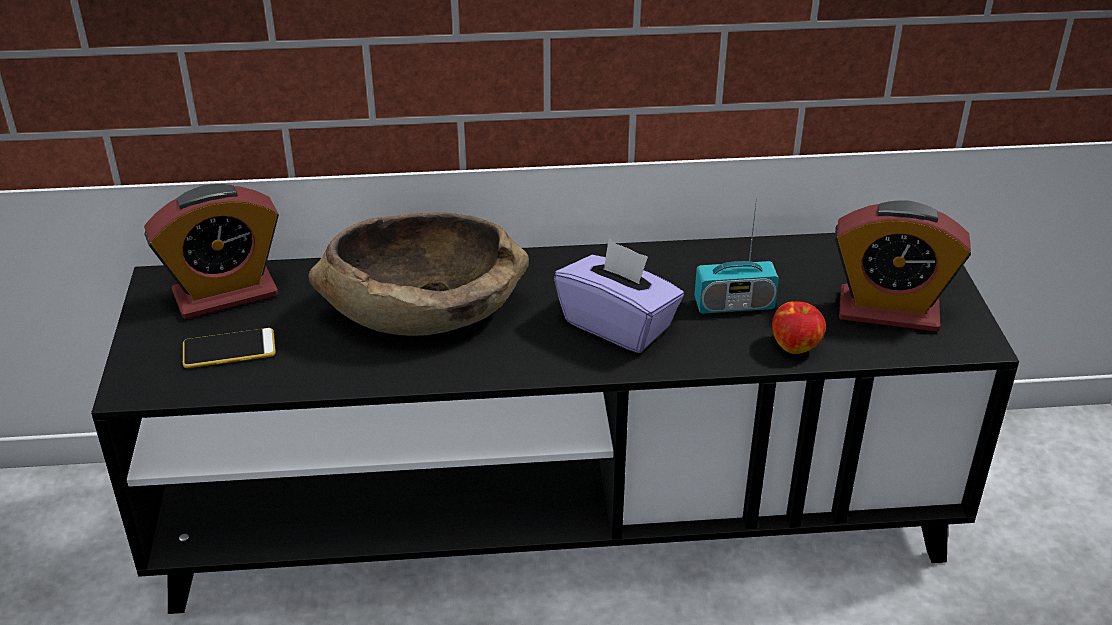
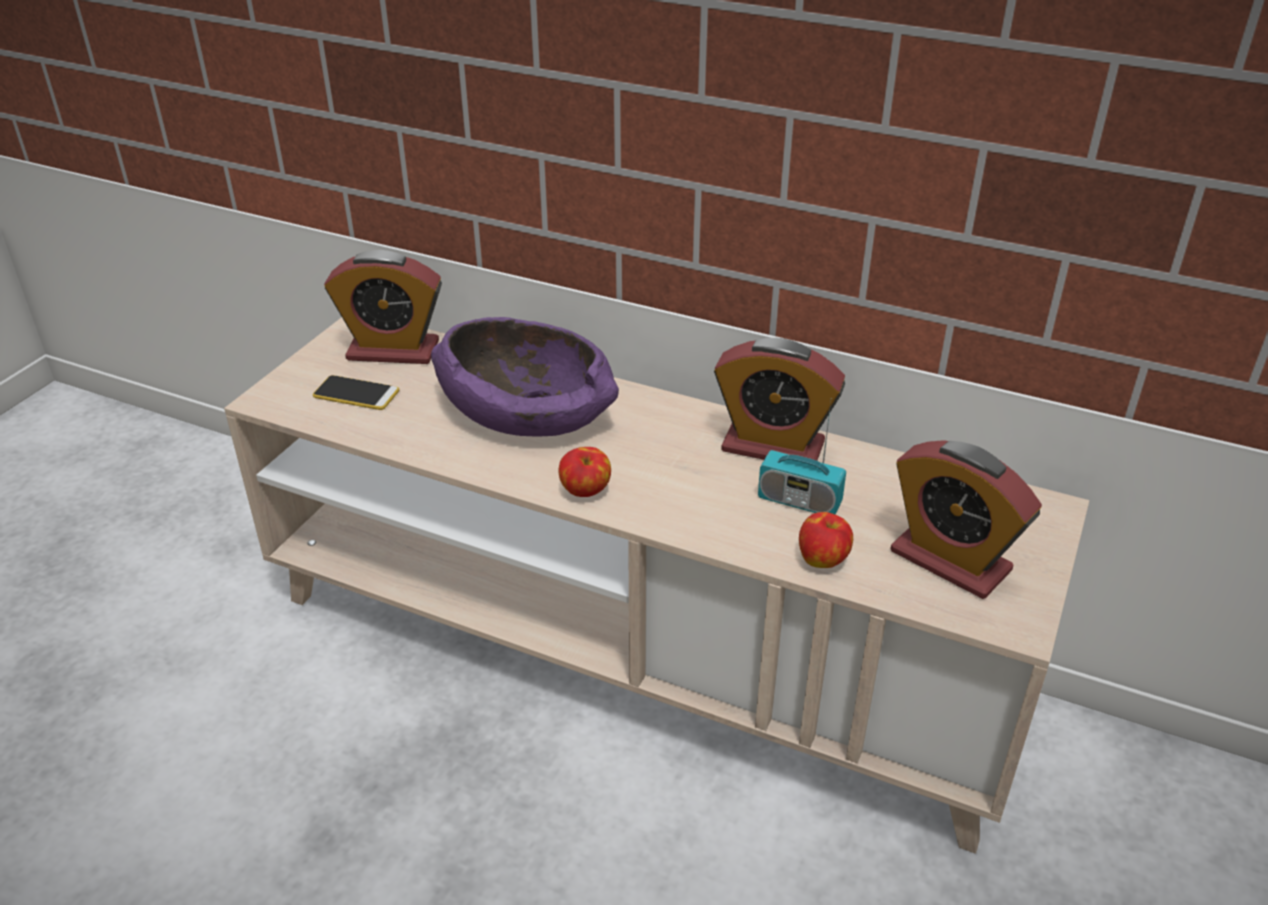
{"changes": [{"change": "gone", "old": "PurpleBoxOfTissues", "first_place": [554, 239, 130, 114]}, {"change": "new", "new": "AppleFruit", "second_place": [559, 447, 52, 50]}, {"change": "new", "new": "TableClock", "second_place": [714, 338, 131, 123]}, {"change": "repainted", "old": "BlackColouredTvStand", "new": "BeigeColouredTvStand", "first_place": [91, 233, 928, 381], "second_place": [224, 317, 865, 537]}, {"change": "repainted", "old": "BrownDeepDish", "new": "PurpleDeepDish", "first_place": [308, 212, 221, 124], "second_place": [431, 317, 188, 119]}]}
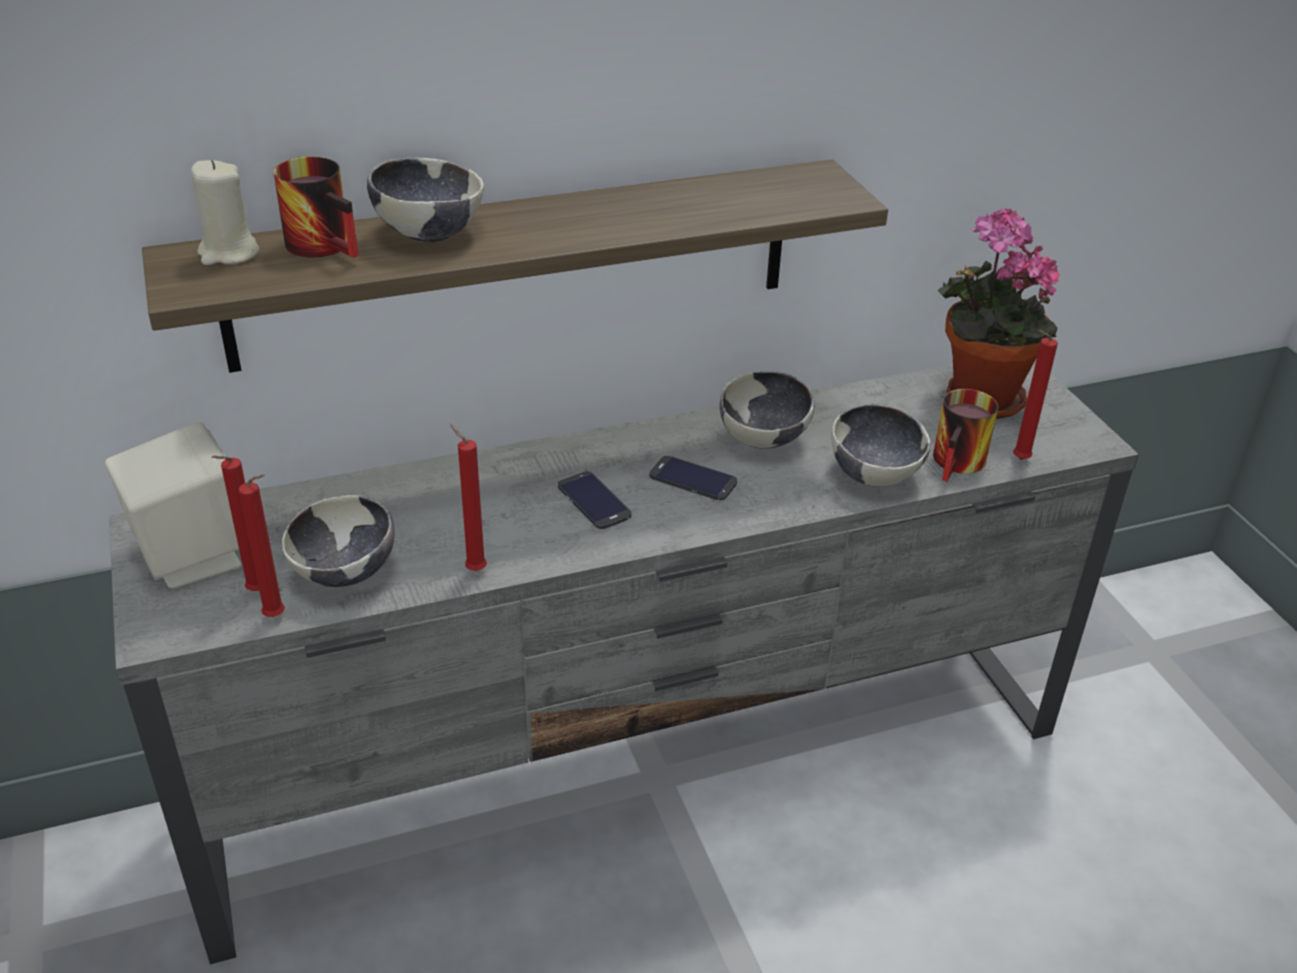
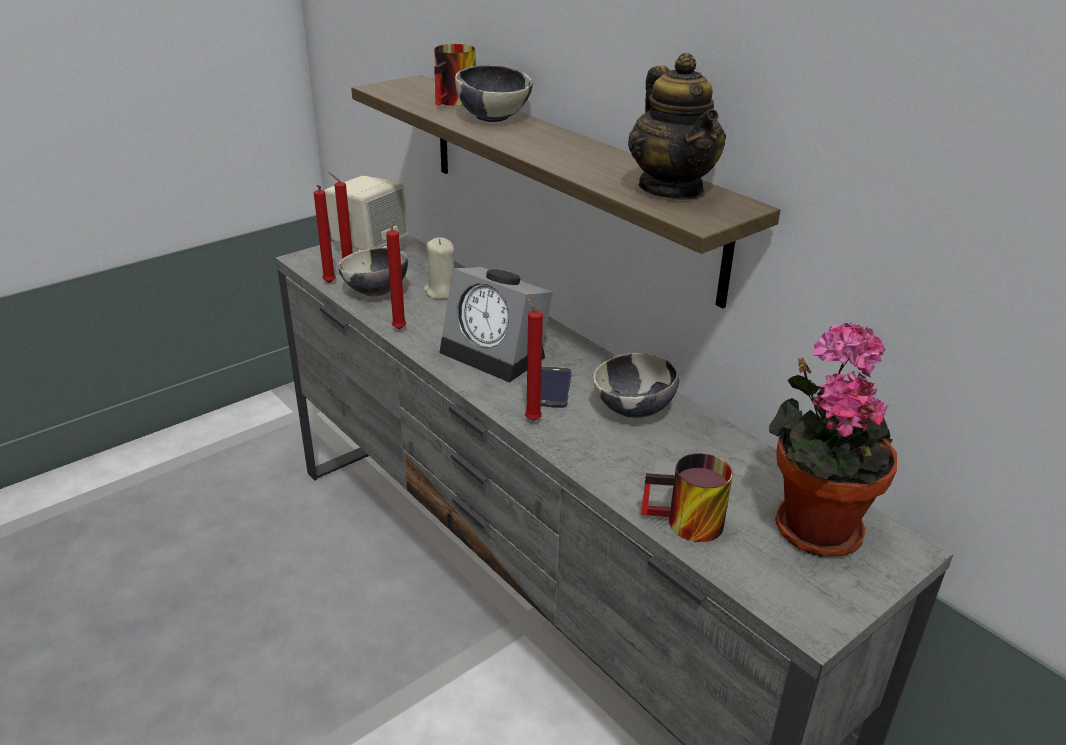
{"changes": [{"change": "gone", "old": "DeepDish", "first_place": [832, 404, 99, 83]}, {"change": "new", "new": "Teapot", "second_place": [628, 53, 98, 147]}, {"change": "shifted", "old": "BeigeColouredWaxLight", "first_place": [191, 160, 68, 105], "second_place": [423, 237, 31, 62]}, {"change": "shifted", "old": "ReddishWaxLight", "first_place": [1013, 330, 45, 130], "second_place": [525, 295, 18, 126]}, {"change": "swapped", "old": "Telephone", "new": "TableClock", "first_place": [558, 471, 74, 58], "second_place": [439, 267, 114, 116]}]}
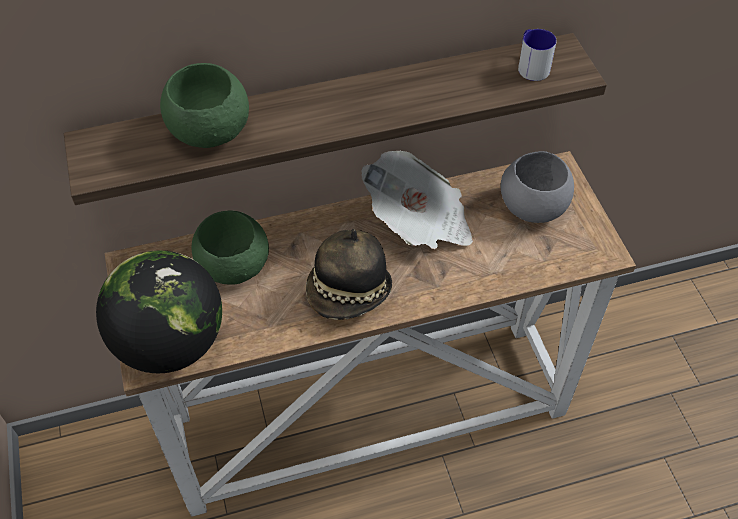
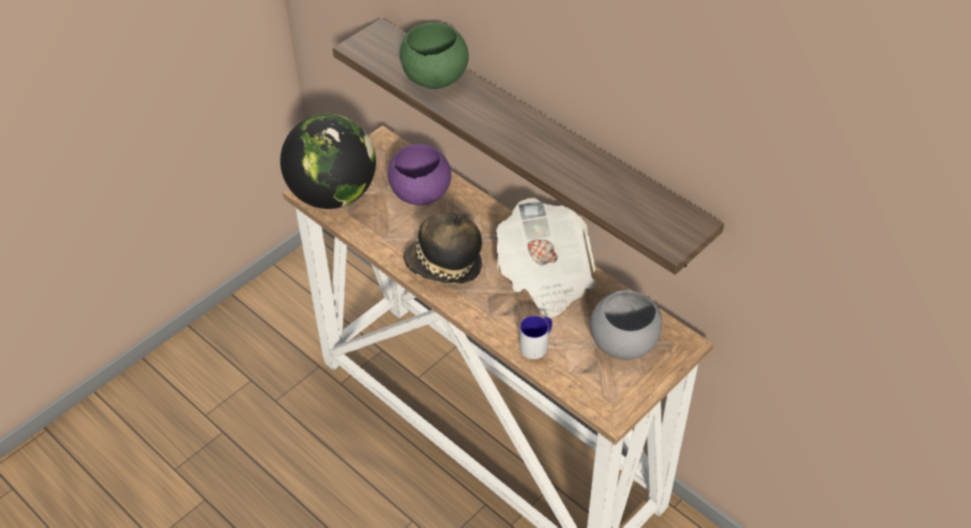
{"changes": [{"change": "shifted", "old": "CoffeeMug", "first_place": [518, 29, 39, 52], "second_place": [520, 316, 32, 43]}, {"change": "repainted", "old": "GreenishDeepDish", "new": "PurpleDeepDish", "first_place": [192, 210, 77, 75], "second_place": [388, 144, 63, 61]}]}
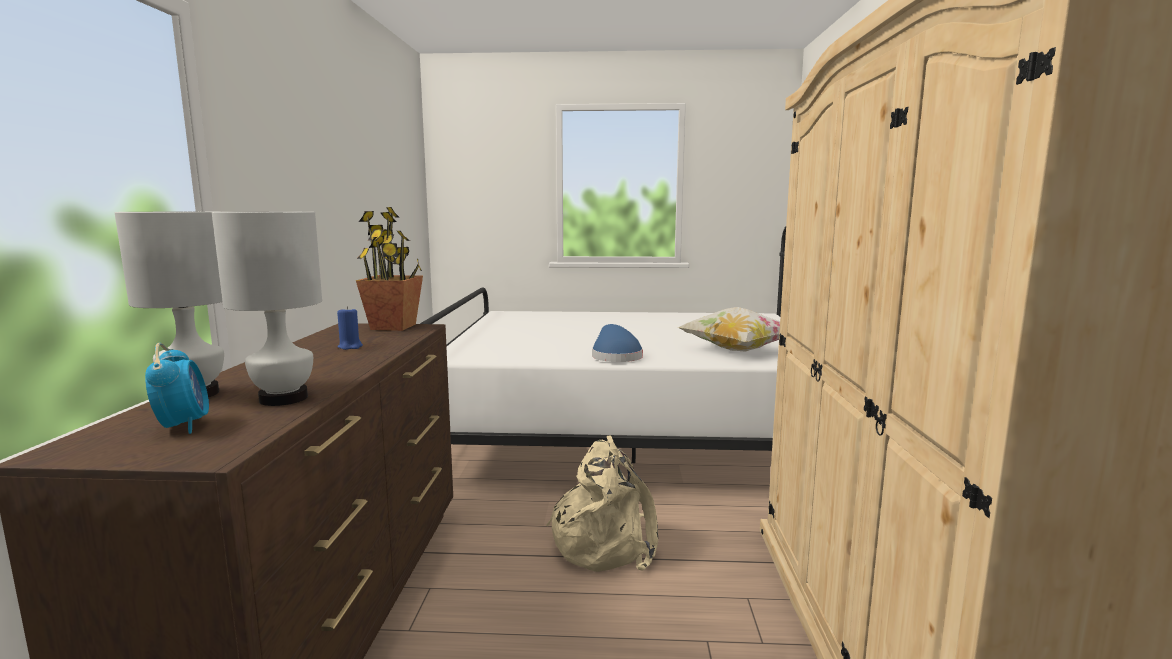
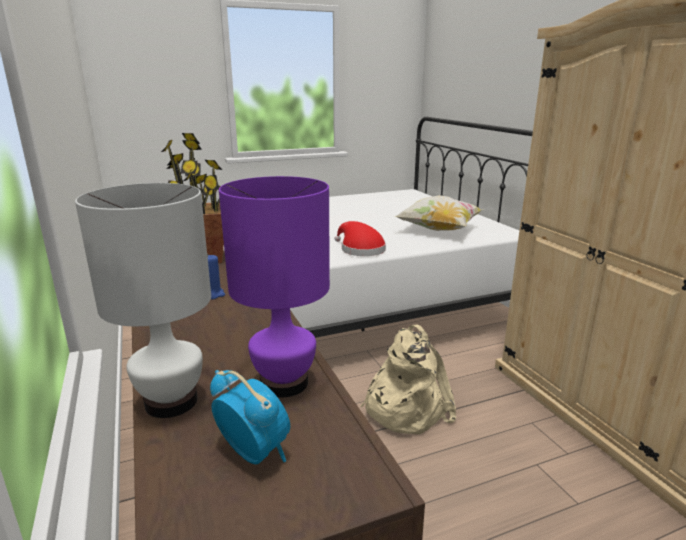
{"changes": [{"change": "repainted", "old": "WhiteColouredTableLamp", "new": "PurpleTableLamp", "first_place": [212, 212, 110, 194], "second_place": [219, 176, 111, 221]}, {"change": "repainted", "old": "BluishWearableHat", "new": "ReddishWearableHat", "first_place": [592, 324, 51, 38], "second_place": [335, 221, 51, 35]}]}
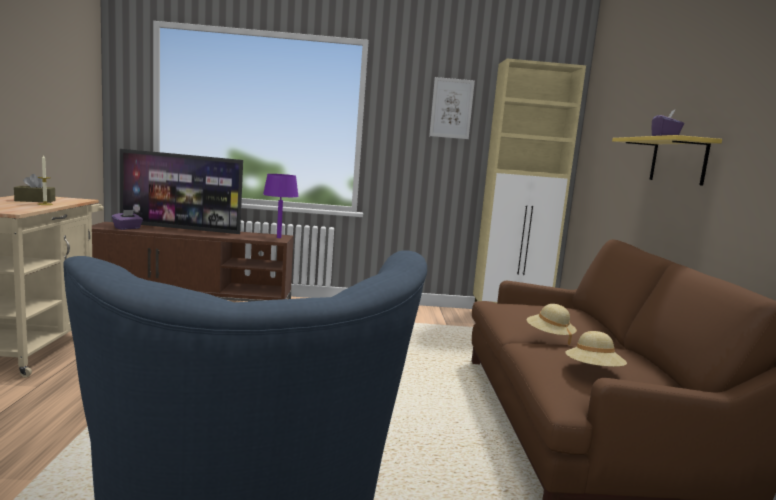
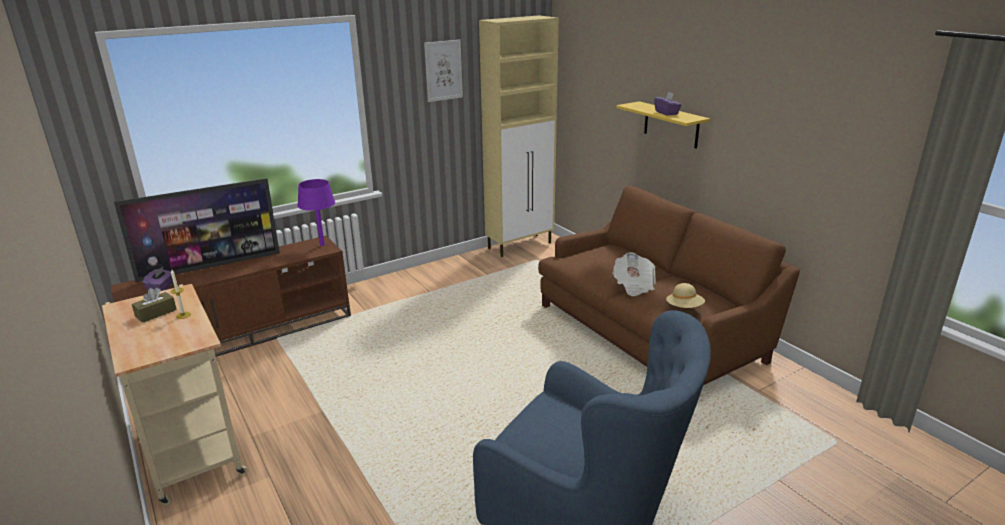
{"changes": [{"change": "swapped", "old": "BeigeColouredWearableHat", "new": "Newspaper", "first_place": [526, 304, 51, 41], "second_place": [613, 252, 43, 44]}]}
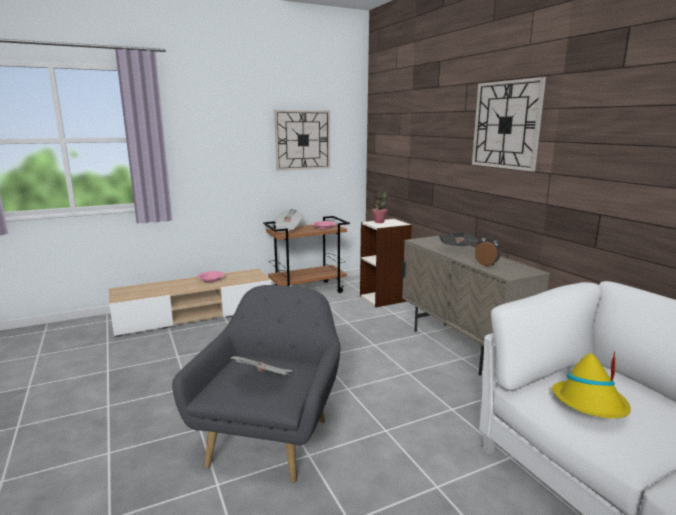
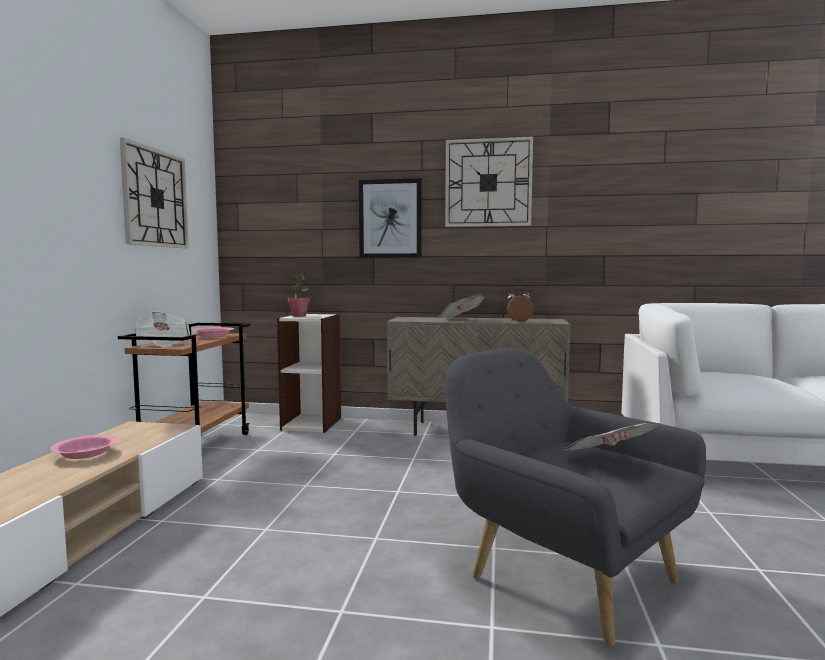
{"changes": [{"change": "gone", "old": "YellowishWearableHat", "first_place": [552, 351, 79, 67]}, {"change": "new", "new": "WallArt", "second_place": [359, 178, 63, 80]}]}
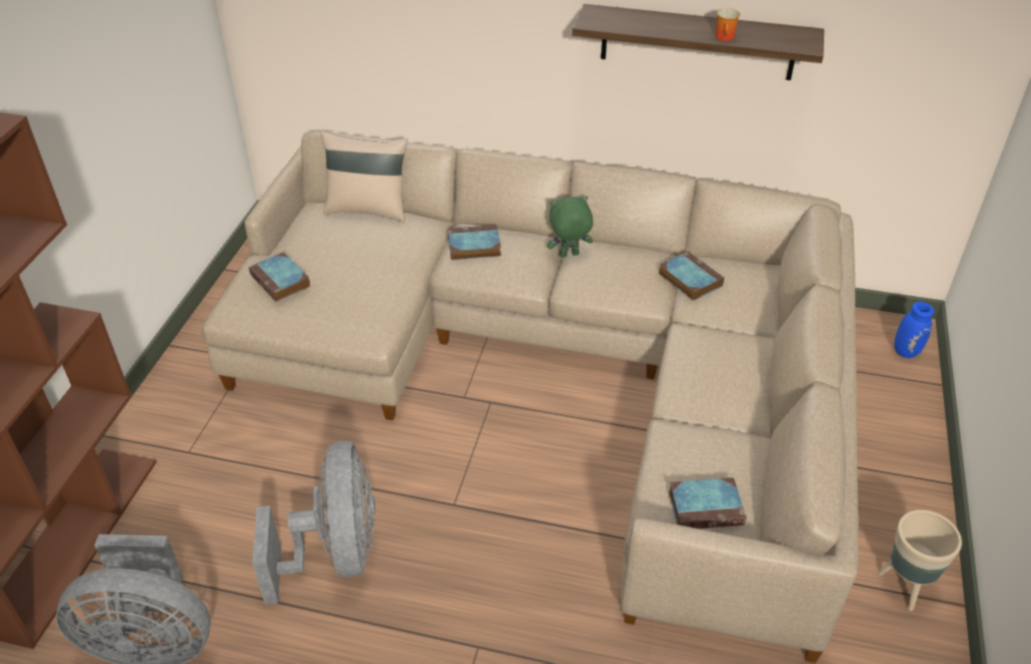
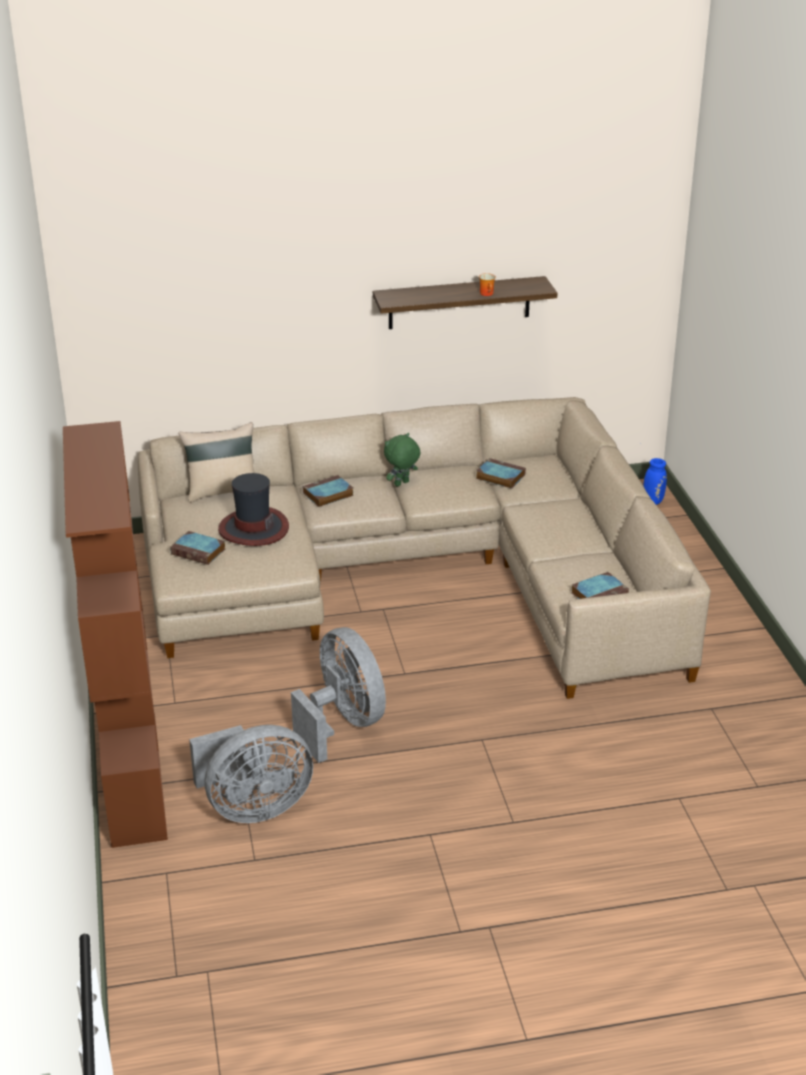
{"changes": [{"change": "gone", "old": "BeigeColouredPlantPot", "first_place": [878, 510, 84, 101]}, {"change": "new", "new": "WearableHat", "second_place": [218, 473, 71, 73]}]}
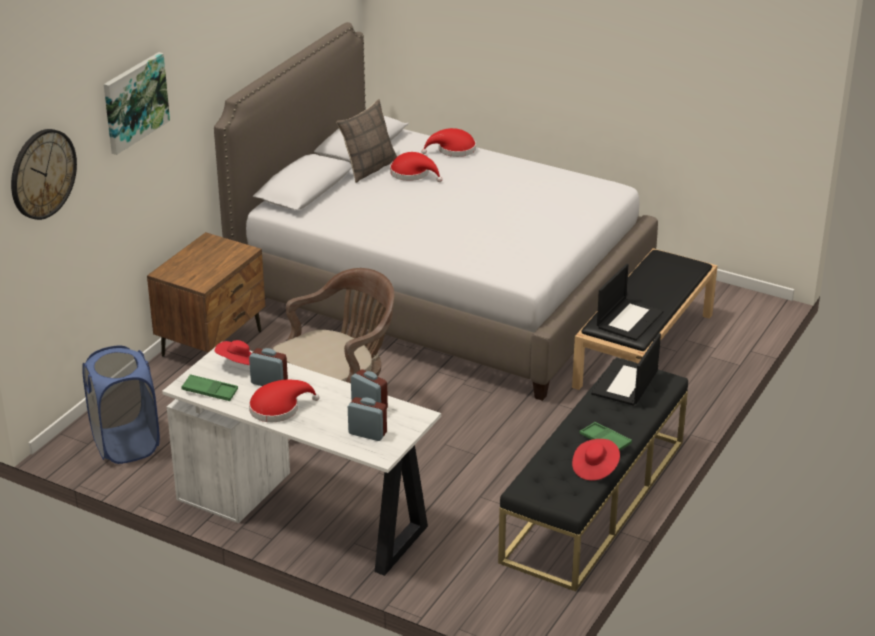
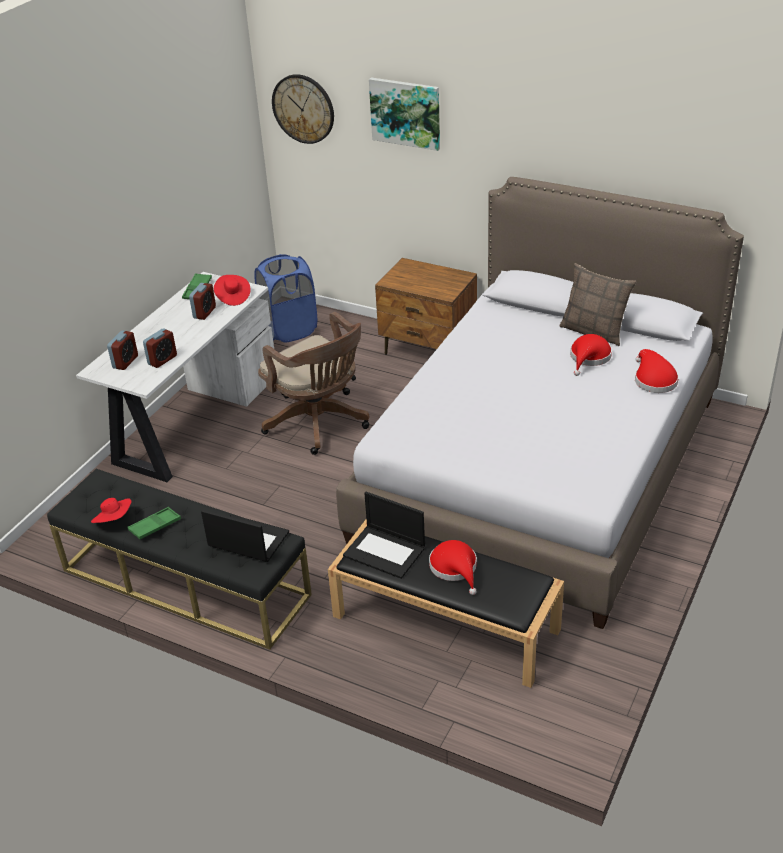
{"changes": [{"change": "shifted", "old": "ReddishWearableHat", "first_place": [249, 379, 71, 43], "second_place": [429, 540, 48, 55]}]}
